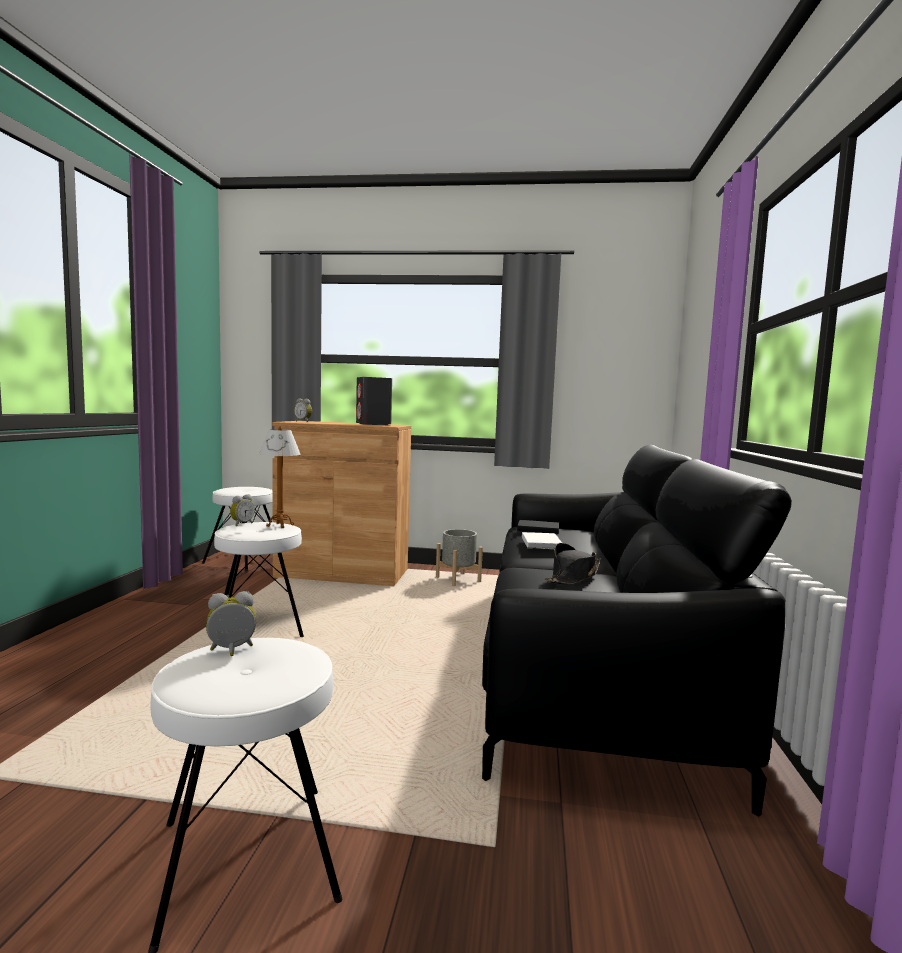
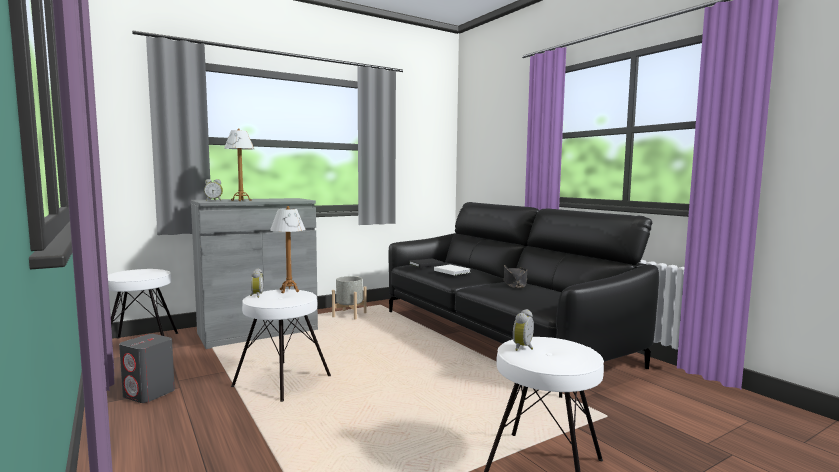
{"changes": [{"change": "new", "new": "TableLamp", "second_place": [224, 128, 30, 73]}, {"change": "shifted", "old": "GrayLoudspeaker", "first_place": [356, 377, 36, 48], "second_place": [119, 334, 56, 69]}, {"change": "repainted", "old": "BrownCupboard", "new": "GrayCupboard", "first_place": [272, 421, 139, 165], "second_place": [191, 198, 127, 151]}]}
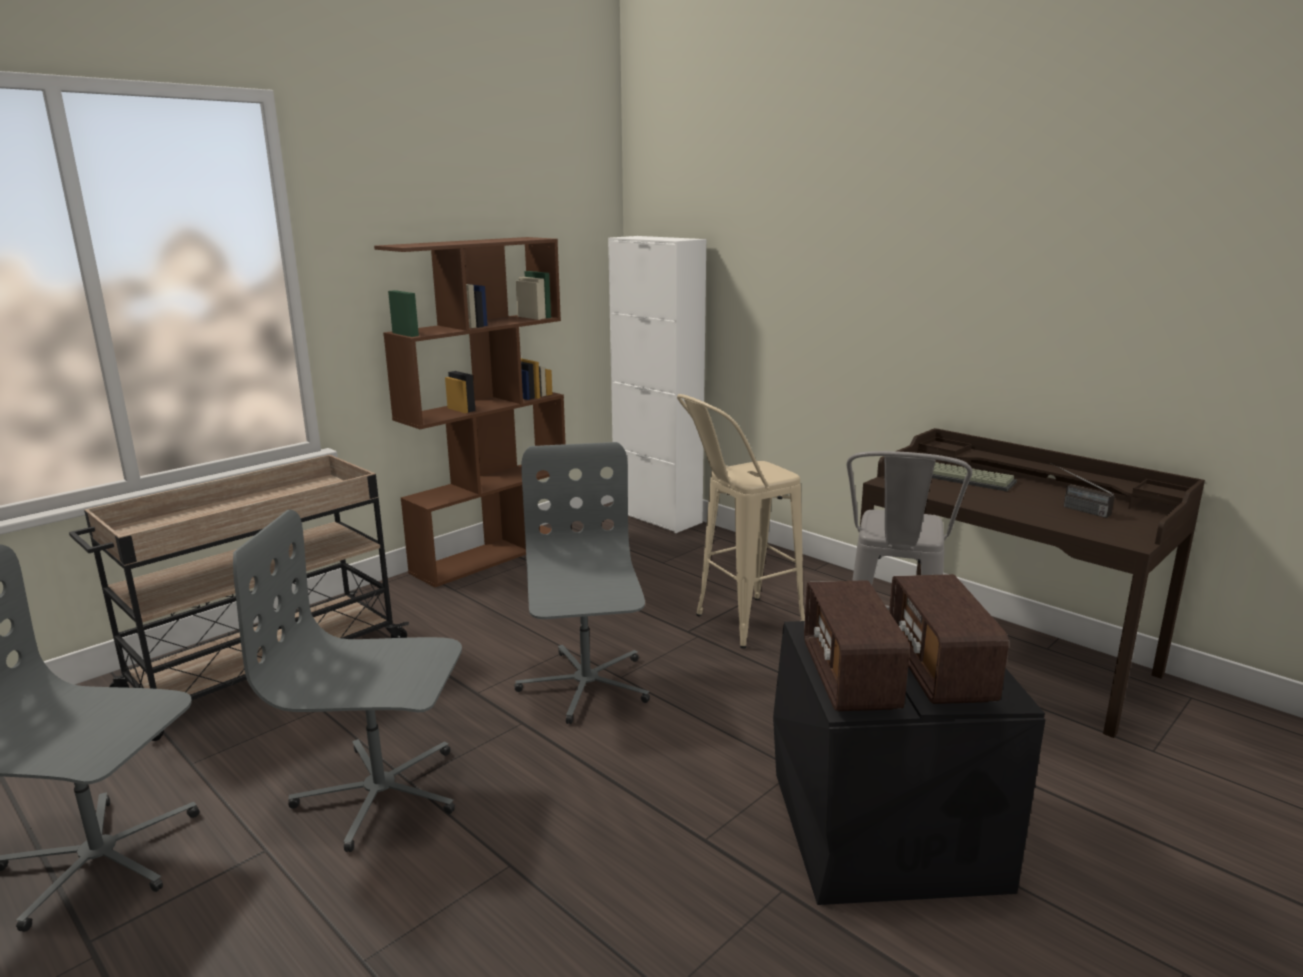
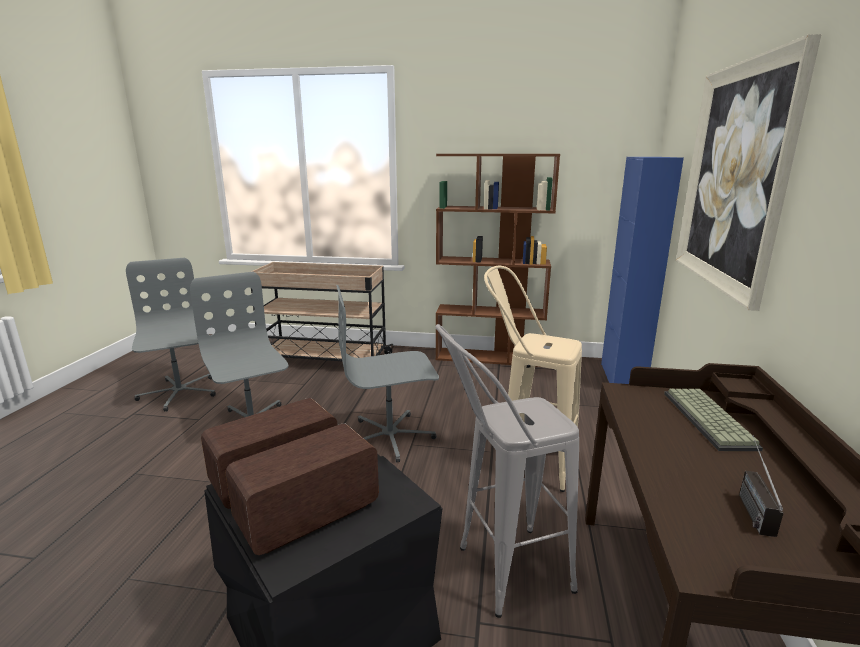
{"changes": [{"change": "new", "new": "WallArt", "second_place": [676, 34, 146, 277]}, {"change": "repainted", "old": "WhiteColouredCupboard", "new": "BluishCupboard", "first_place": [608, 236, 98, 297], "second_place": [601, 157, 83, 227]}, {"change": "rotated", "old": "GrayComputerChair", "first_place": [515, 442, 135, 282], "second_place": [336, 285, 103, 177], "degrees": -150}]}
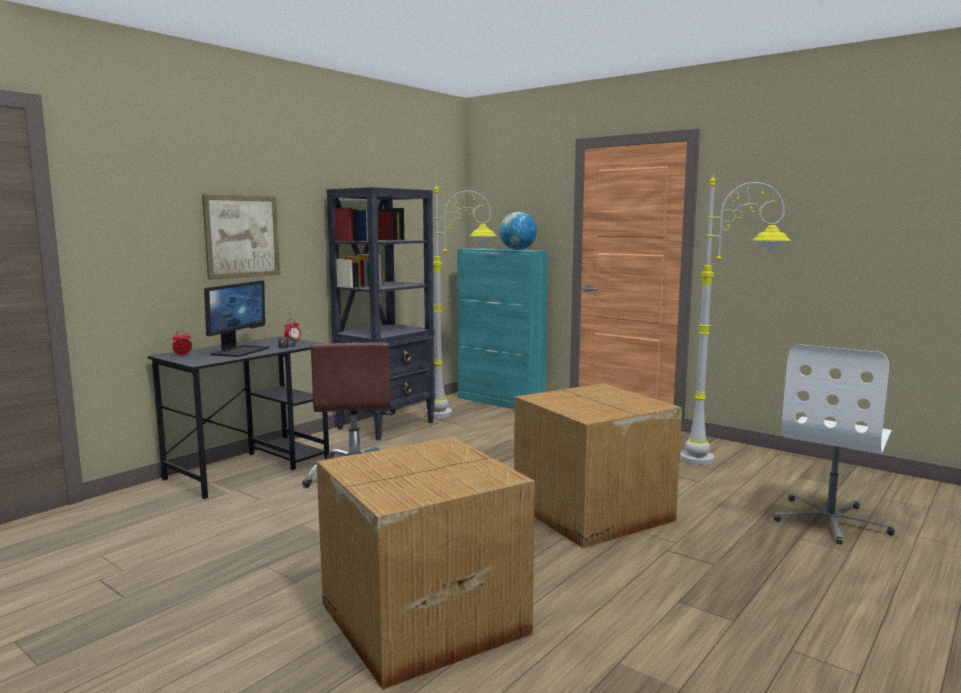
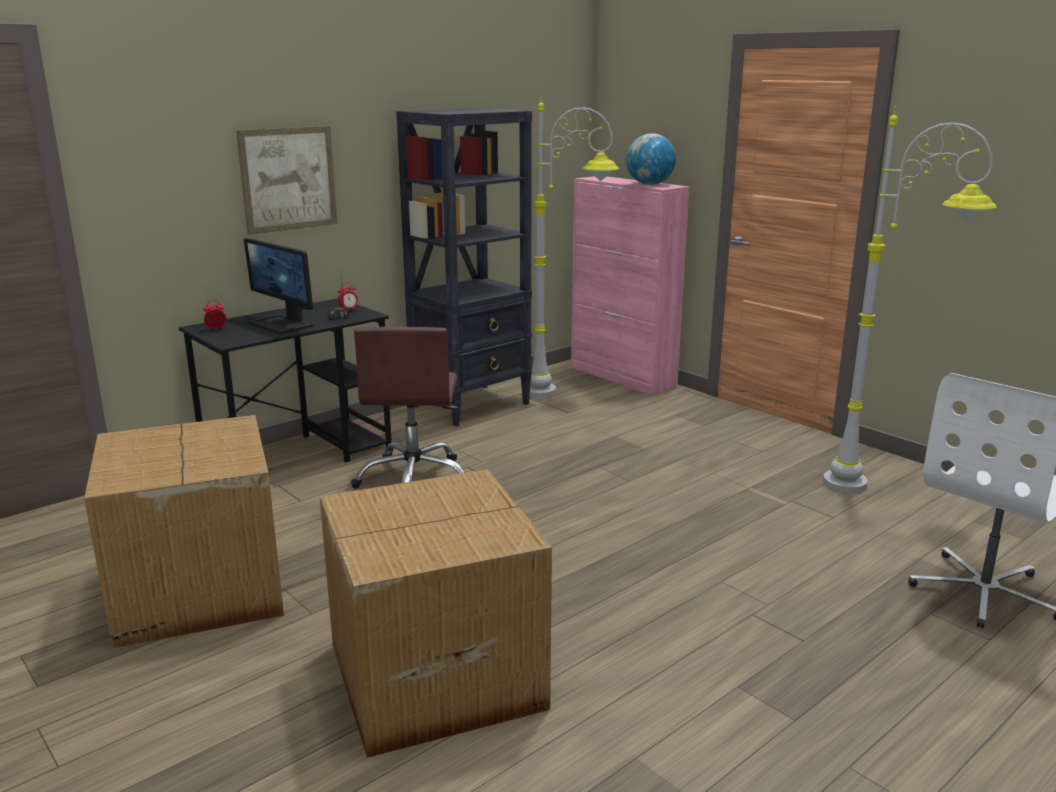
{"changes": [{"change": "shifted", "old": "Carton", "first_place": [514, 383, 168, 165], "second_place": [84, 415, 200, 234]}, {"change": "repainted", "old": "TurquoiseColouredCupboard", "new": "PinkCupboard", "first_place": [457, 248, 91, 161], "second_place": [571, 176, 119, 220]}, {"change": "rotated", "old": "ComputerScreen", "first_place": [204, 280, 65, 77], "second_place": [244, 238, 70, 96], "degrees": 105}]}
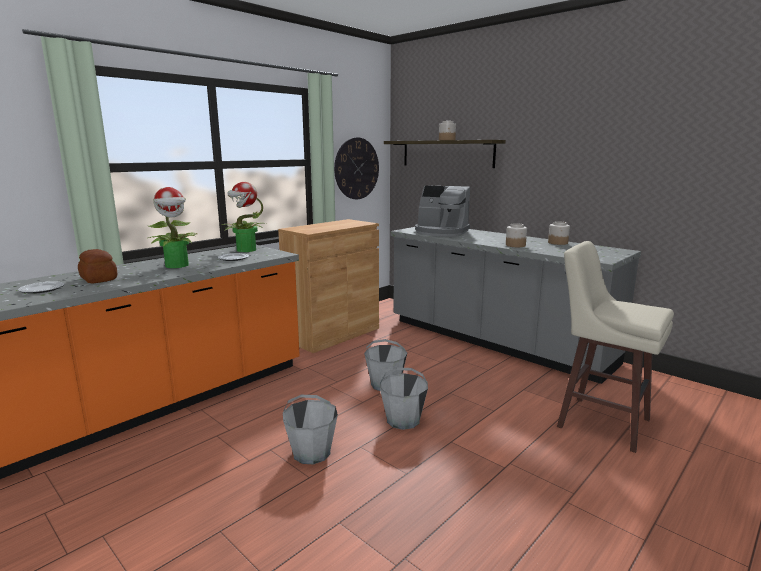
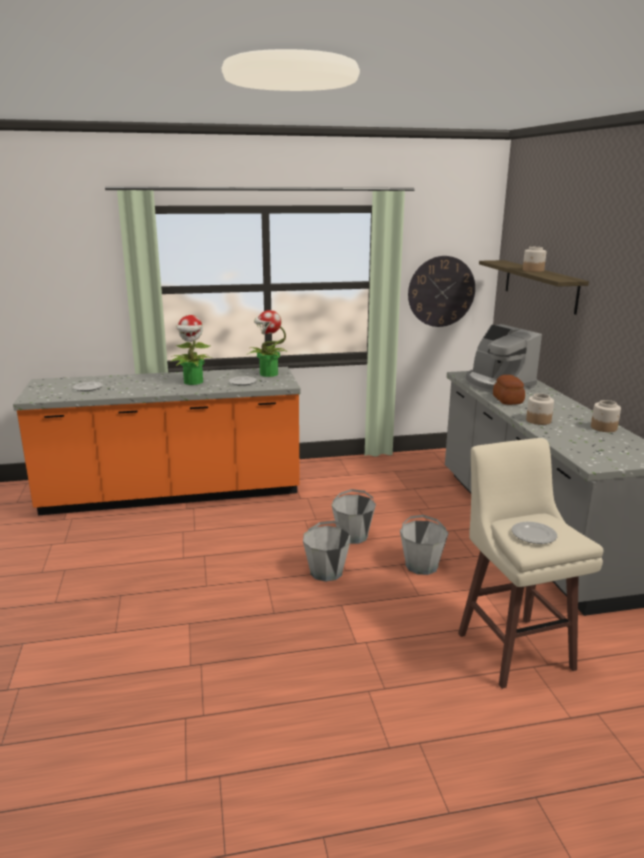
{"changes": [{"change": "gone", "old": "BrownCupboard", "first_place": [278, 219, 101, 134]}, {"change": "new", "new": "FlatDish", "second_place": [512, 522, 45, 22]}, {"change": "shifted", "old": "Bread", "first_place": [78, 249, 39, 35], "second_place": [493, 375, 32, 30]}, {"change": "shifted", "old": "GrayWaterBucket", "first_place": [283, 395, 55, 69], "second_place": [400, 515, 49, 60]}]}
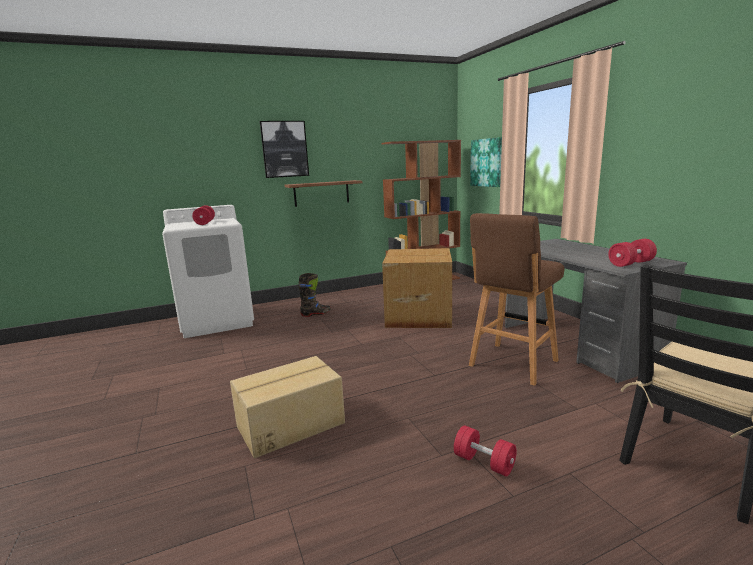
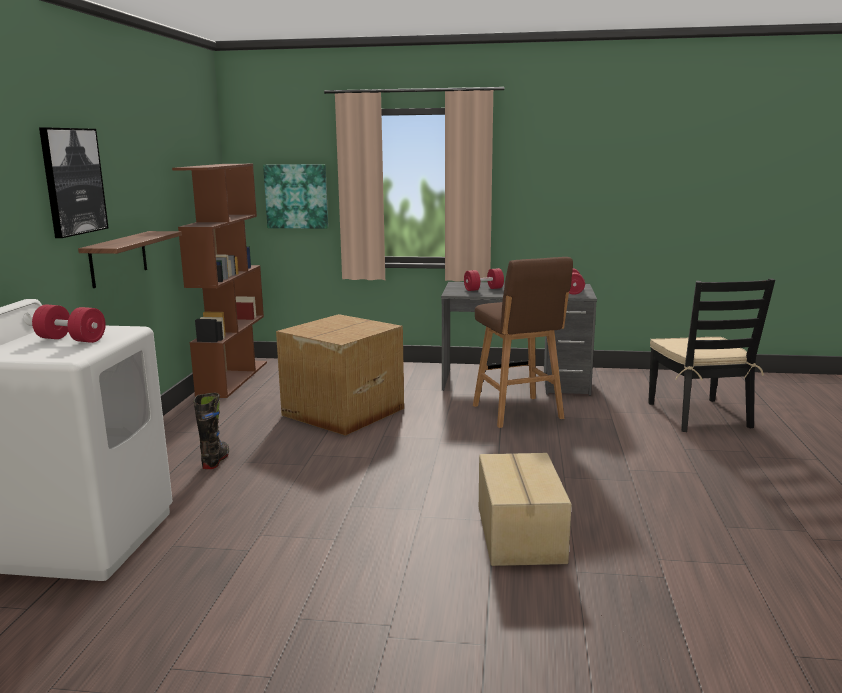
{"changes": [{"change": "shifted", "old": "ReddishDumbbell", "first_place": [454, 425, 63, 51], "second_place": [464, 268, 40, 23]}]}
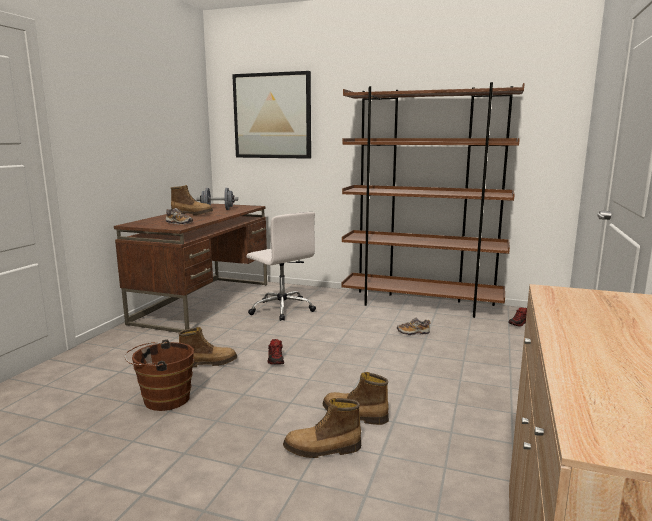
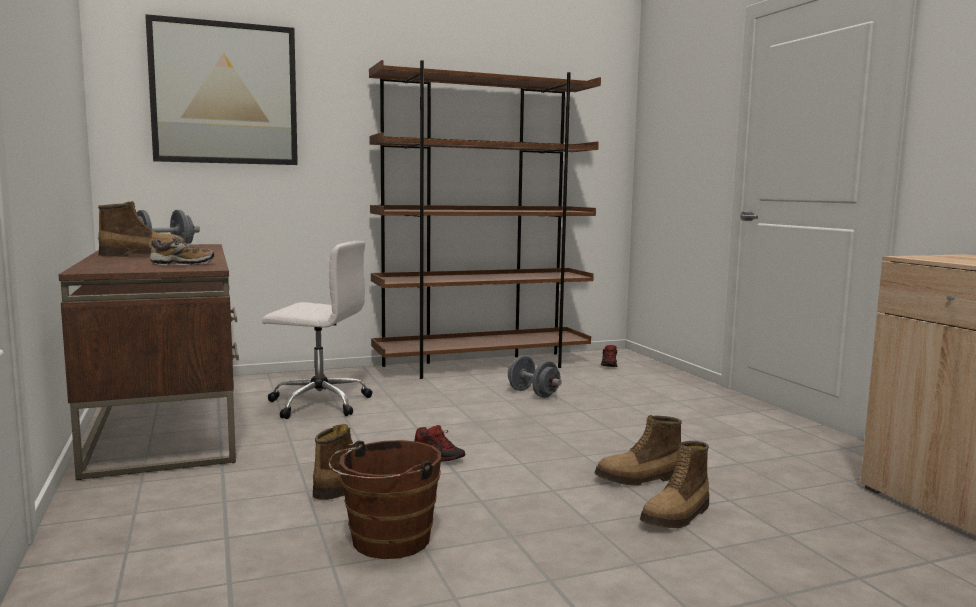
{"changes": [{"change": "swapped", "old": "LowShoe", "new": "GrayDumbbell", "first_place": [397, 318, 34, 18], "second_place": [508, 356, 53, 42]}]}
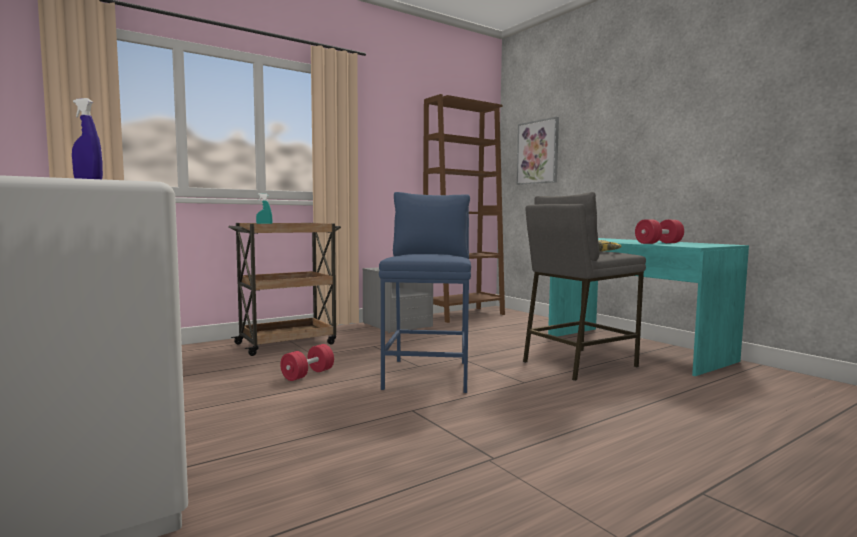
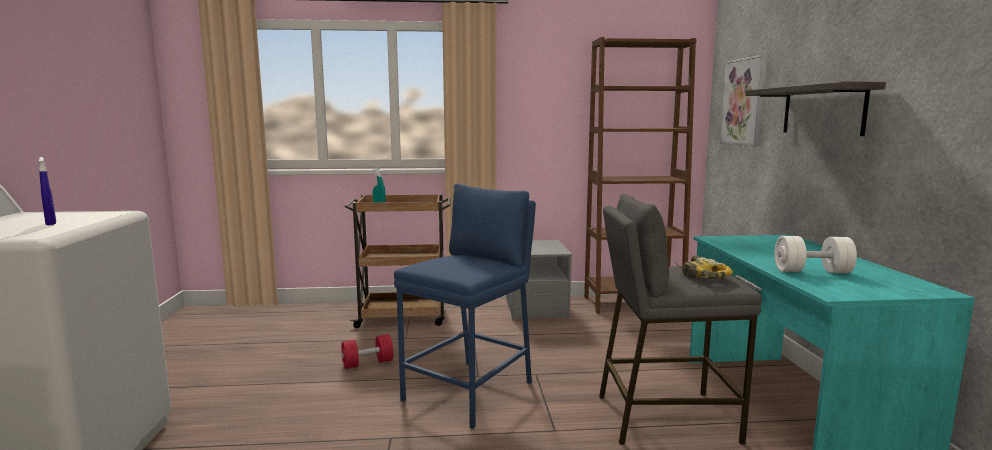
{"changes": [{"change": "new", "new": "WallShelf", "second_place": [745, 82, 141, 54]}, {"change": "repainted", "old": "ReddishDumbbell", "new": "WhiteColouredDumbbell", "first_place": [635, 219, 49, 25], "second_place": [774, 236, 83, 37]}]}
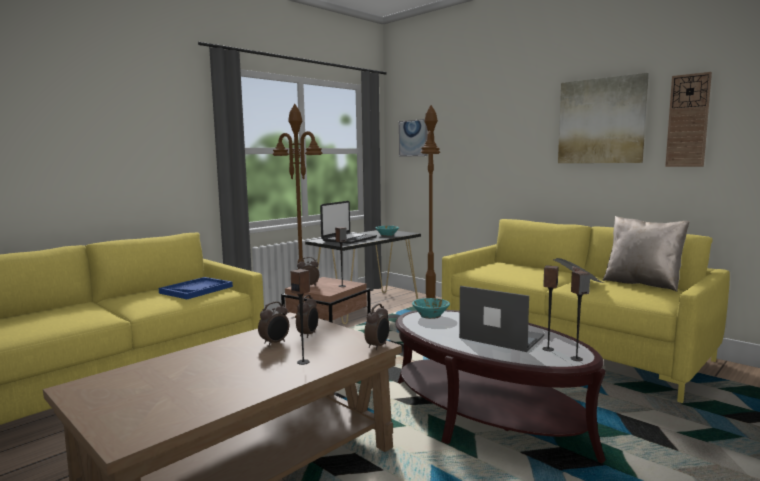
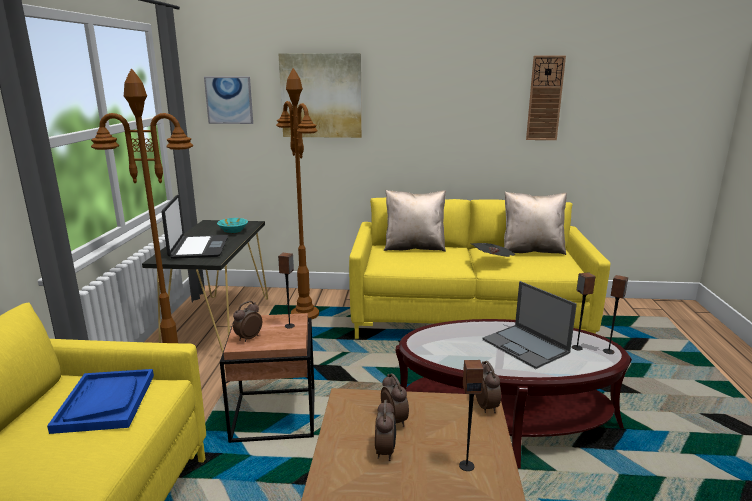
{"changes": [{"change": "gone", "old": "TurquoiseColouredDeepDish", "first_place": [412, 298, 38, 21]}, {"change": "new", "new": "BeigeColouredPillow", "second_place": [384, 190, 62, 62]}, {"change": "shifted", "old": "WallArt", "first_place": [558, 73, 91, 90], "second_place": [278, 53, 84, 85]}, {"change": "rotated", "old": "NotebookComputer", "first_place": [459, 286, 85, 66], "second_place": [482, 281, 95, 88], "degrees": -120}]}
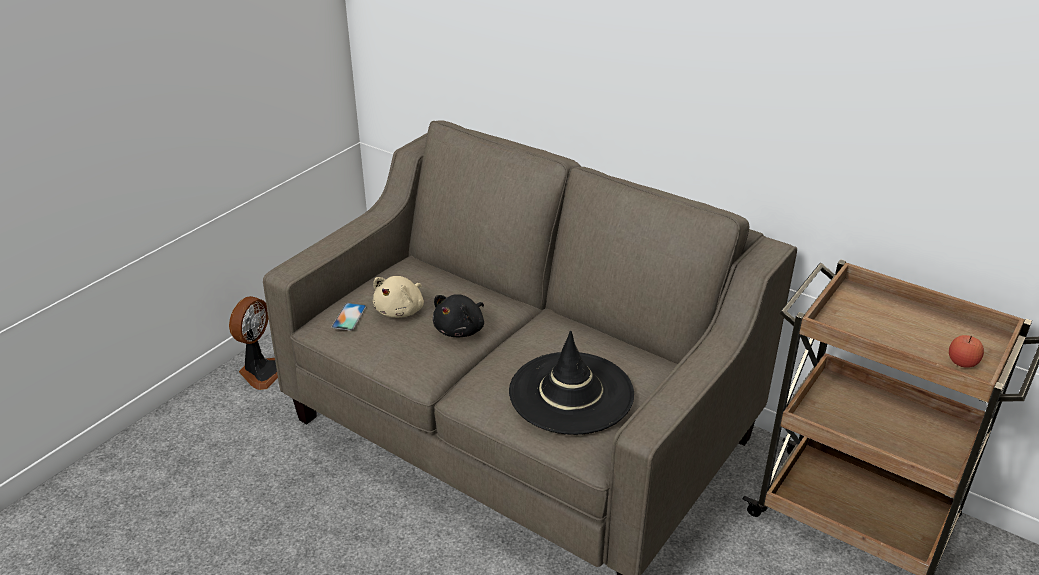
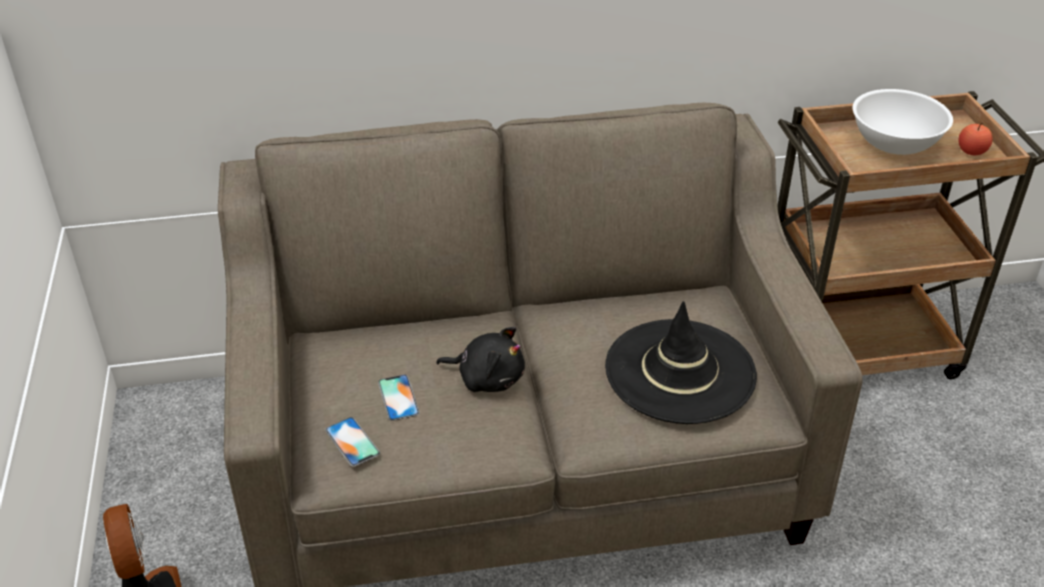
{"changes": [{"change": "new", "new": "WhiteColouredDeepDish", "second_place": [853, 89, 100, 66]}, {"change": "swapped", "old": "BeigeColouredCuddlyToy", "new": "Telephone", "first_place": [373, 276, 51, 42], "second_place": [378, 374, 42, 47]}, {"change": "rotated", "old": "BlackColouredCuddlyToy", "first_place": [433, 294, 51, 43], "second_place": [436, 327, 89, 65], "degrees": -60}]}
